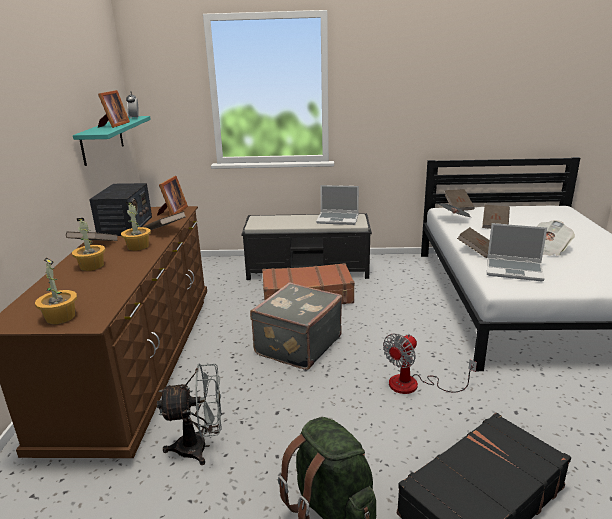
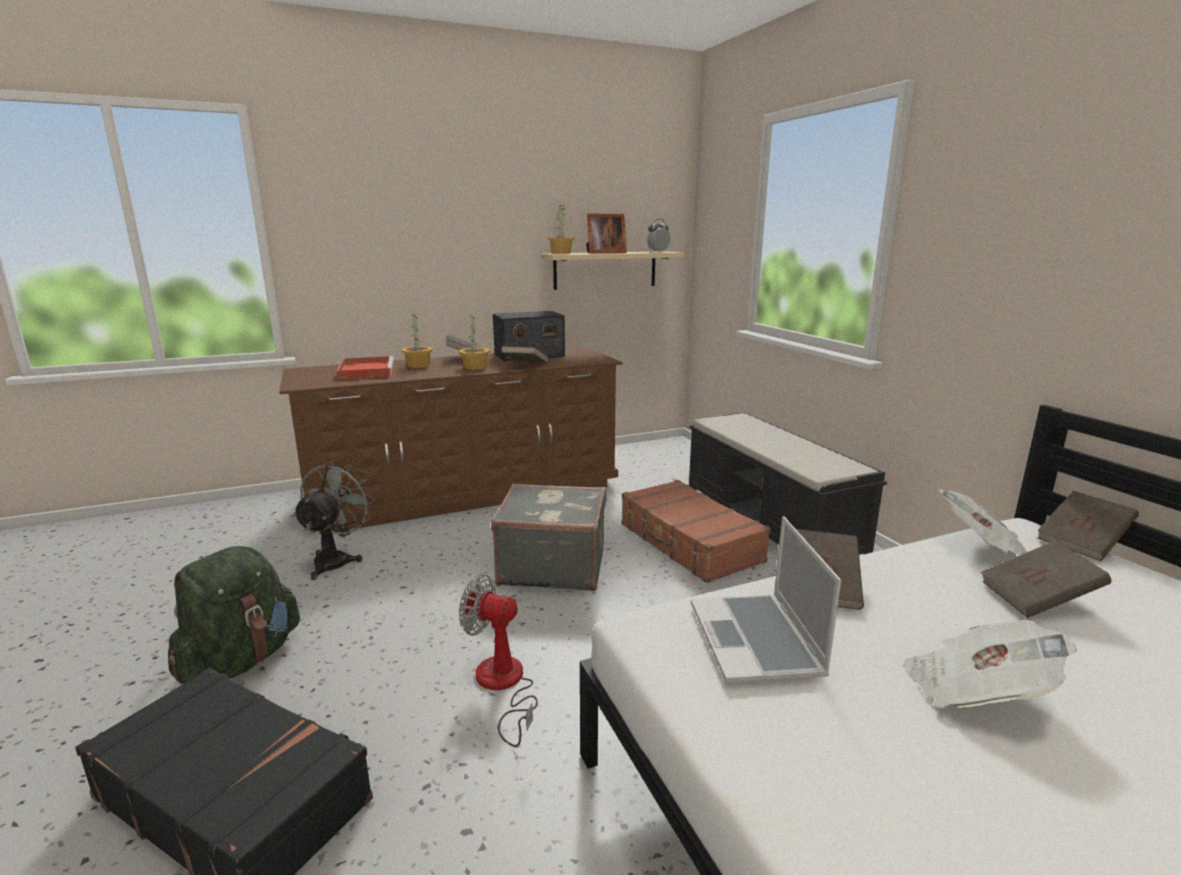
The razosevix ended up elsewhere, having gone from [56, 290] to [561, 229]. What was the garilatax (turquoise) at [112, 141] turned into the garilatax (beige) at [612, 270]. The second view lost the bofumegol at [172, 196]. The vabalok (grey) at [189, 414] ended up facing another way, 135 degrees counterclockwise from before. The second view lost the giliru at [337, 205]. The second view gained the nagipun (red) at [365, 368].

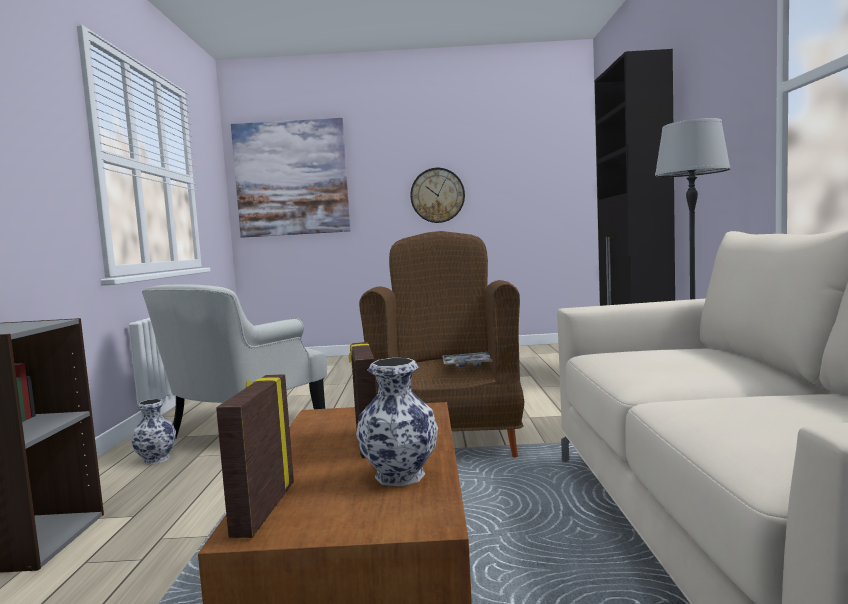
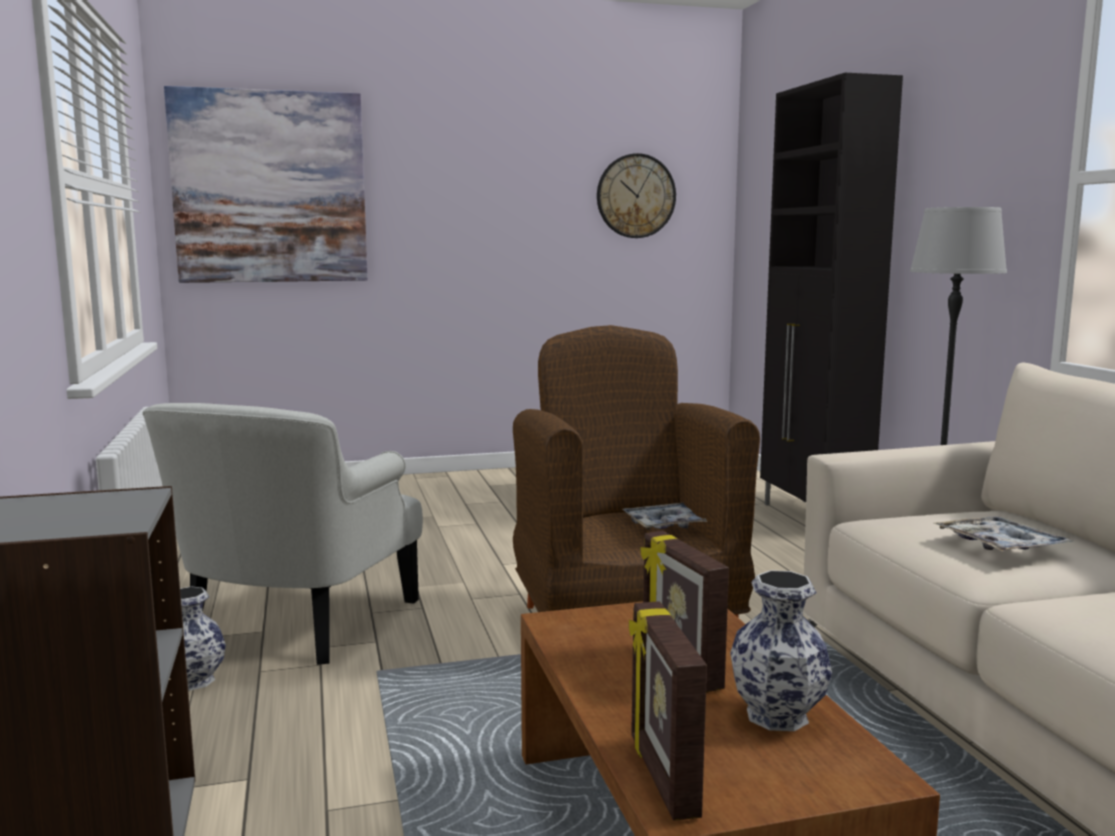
The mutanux ended up elsewhere, having gone from [437, 195] to [636, 195]. The second view gained the nagipun at [1004, 533].

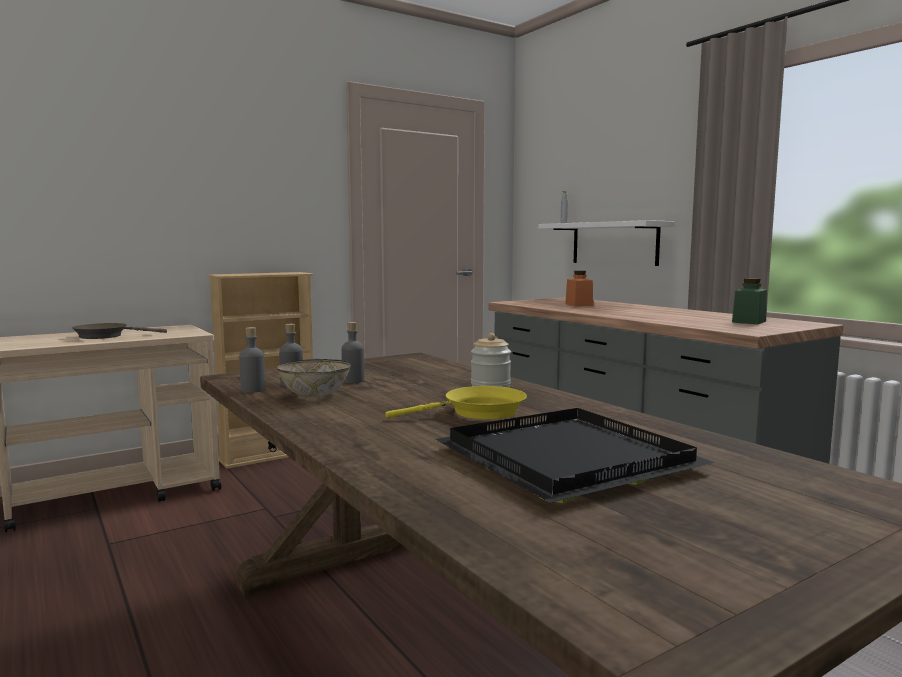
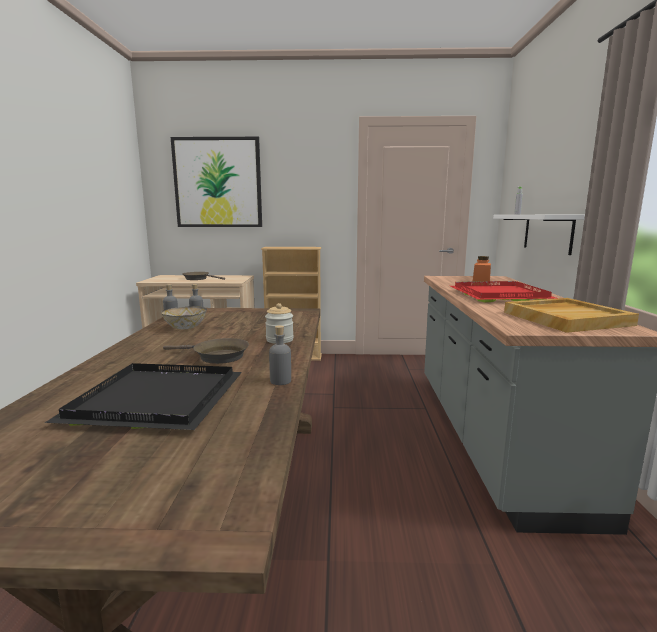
The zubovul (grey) ended up elsewhere, having gone from [352, 352] to [280, 355]. What was the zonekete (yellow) at [456, 402] turned into the zonekete (brown) at [206, 351]. Where the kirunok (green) stood at [749, 301], the nagipun (beige) came to stand at [571, 315]. The second view gained the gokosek at [216, 182]. The second view gained the nagipun (red) at [503, 291].

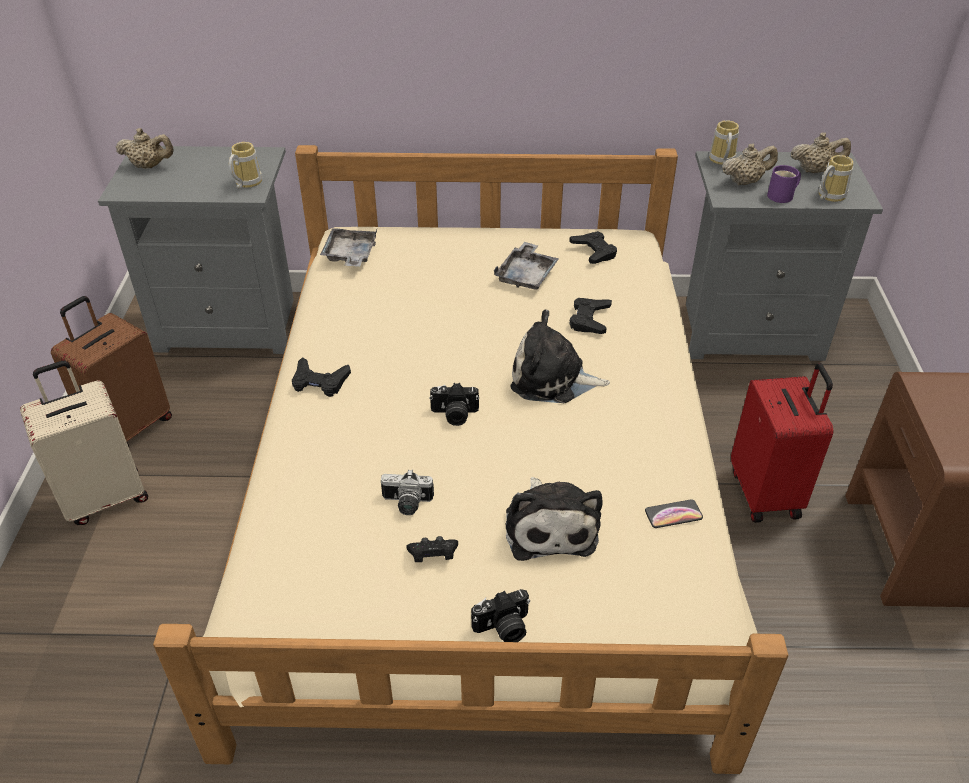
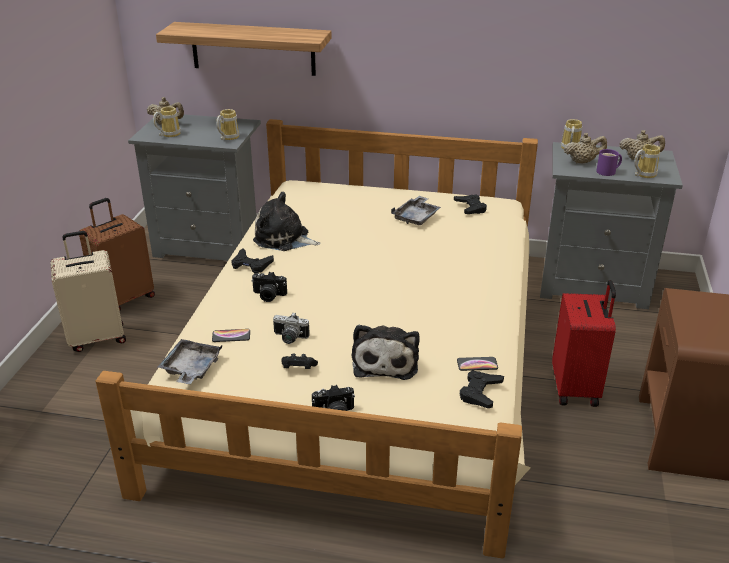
The nagipun (grey) ended up elsewhere, having gone from [348, 247] to [190, 361]. The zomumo ended up elsewhere, having gone from [454, 404] to [269, 287]. The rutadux ended up elsewhere, having gone from [560, 356] to [287, 221]. The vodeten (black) ended up elsewhere, having gone from [590, 316] to [482, 389]. The second view gained the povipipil at [167, 121]. The second view gained the garilatax at [244, 49]. The second view gained the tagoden at [231, 335].

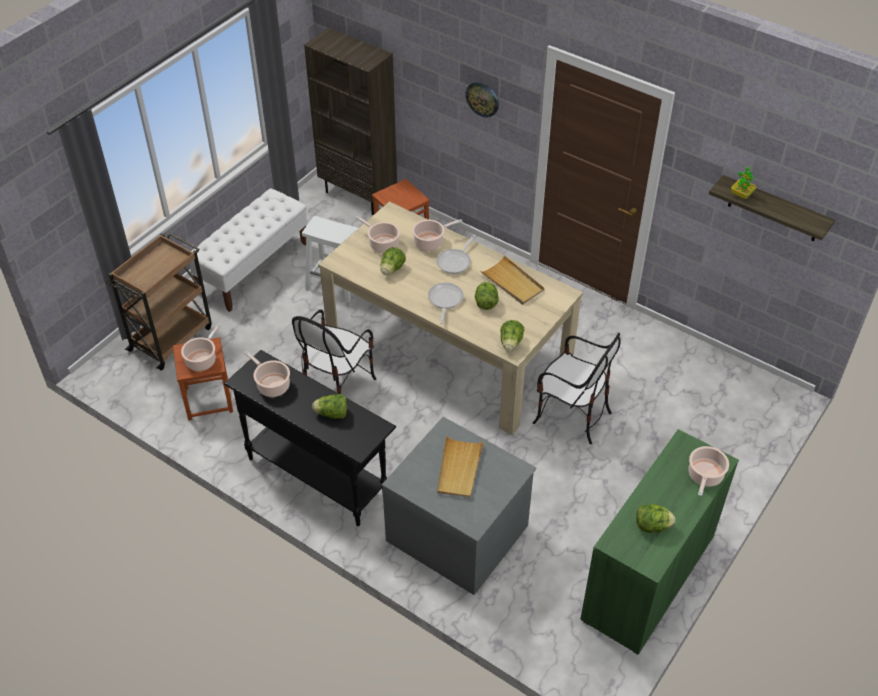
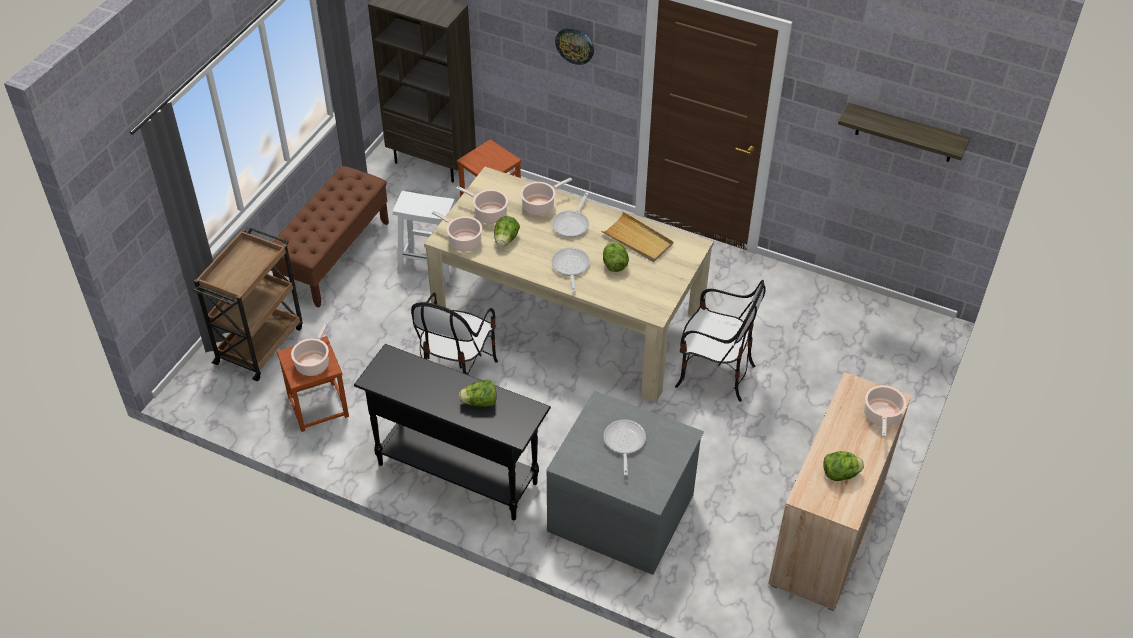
What was the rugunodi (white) at [248, 250] turned into the rugunodi (brown) at [330, 237]. The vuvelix ended up elsewhere, having gone from [267, 374] to [457, 231]. Where the nagipun (beige) stood at [460, 467], the zonekete came to stand at [625, 448]. The second view lost the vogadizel at [512, 335]. What was the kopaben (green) at [659, 542] turned into the kopaben (beige) at [840, 491]. The second view lost the razosevix at [743, 183].

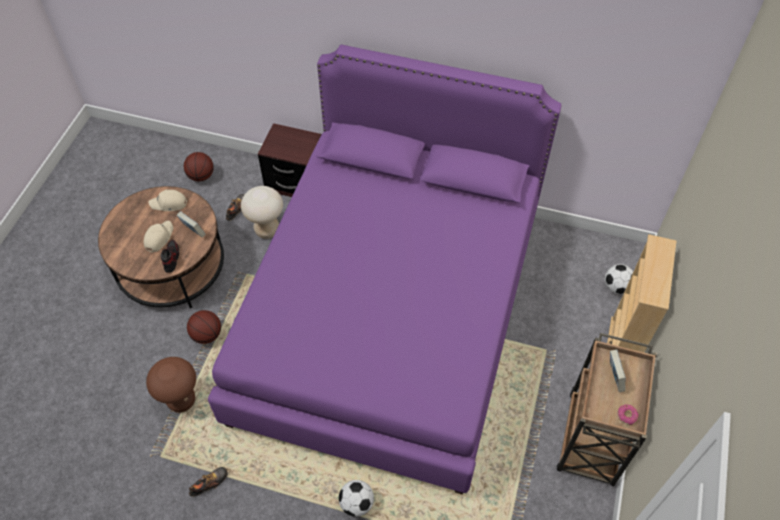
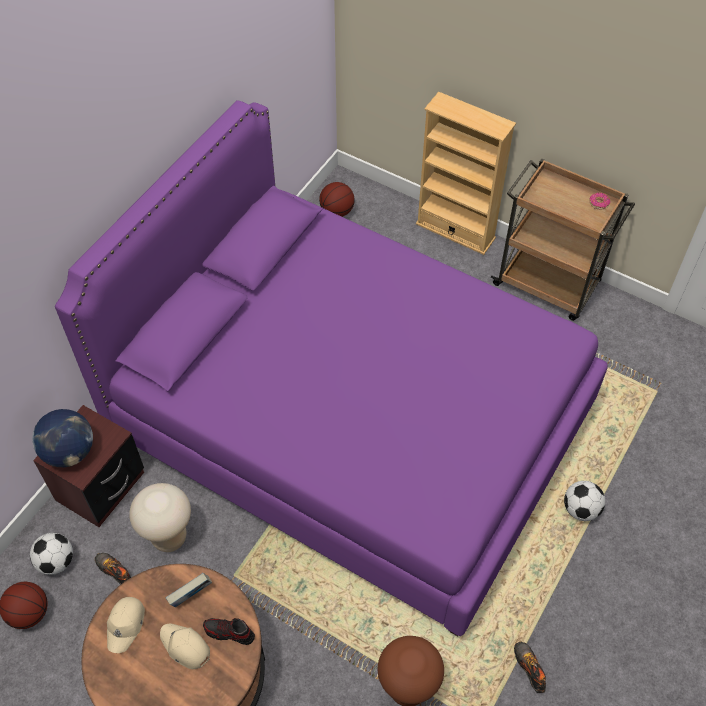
The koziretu ended up elsewhere, having gone from [204, 327] to [337, 199]. The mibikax ended up elsewhere, having gone from [619, 279] to [51, 554]. The second view lost the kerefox at [618, 370]. The second view gained the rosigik at [62, 438].

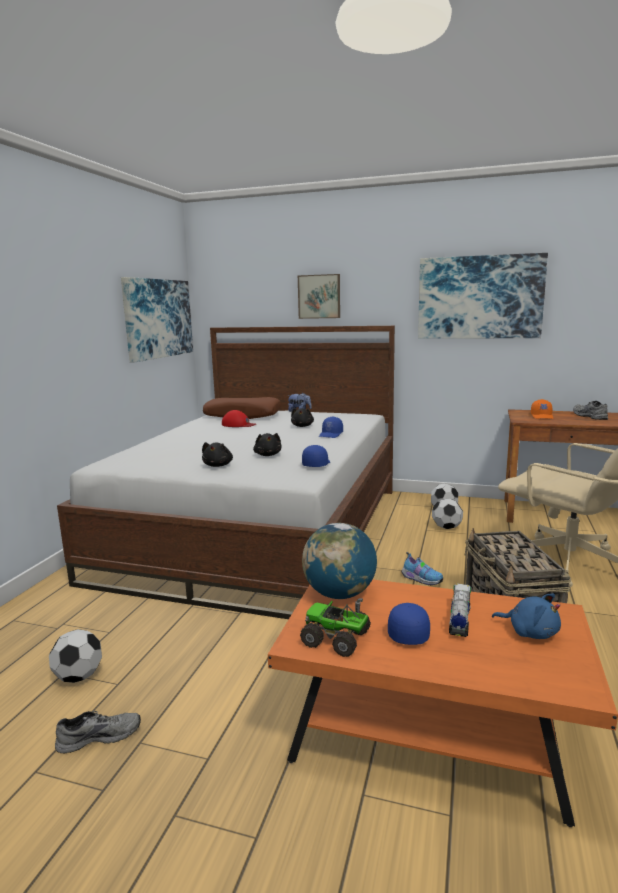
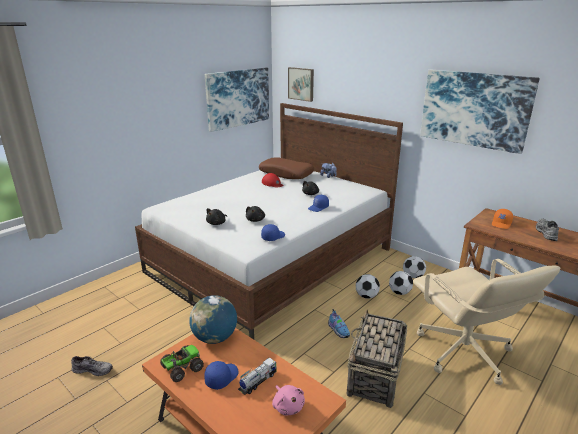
The mibikax ended up elsewhere, having gone from [75, 656] to [368, 286]. The gokosek ended up elsewhere, having gone from [319, 296] to [301, 84]. The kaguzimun at [335, 627] ended up facing another way, 90 degrees clockwise from before. What was the rutadux (blue) at [526, 616] turned into the rutadux (pink) at [288, 400].

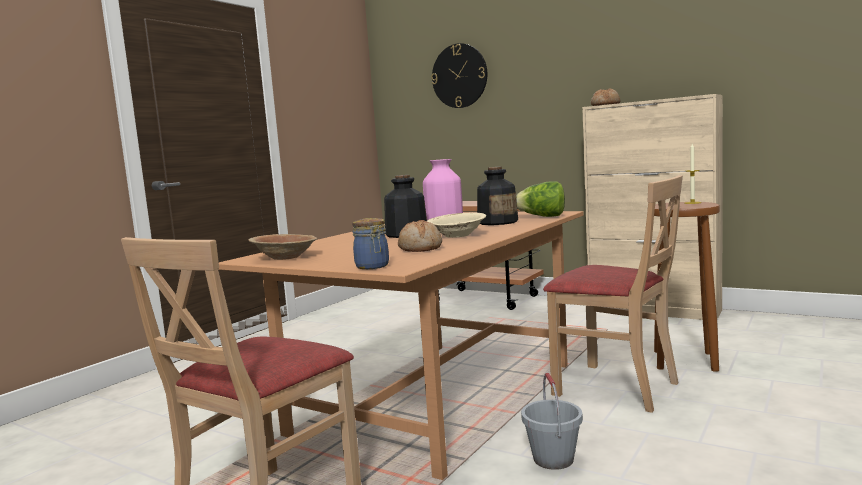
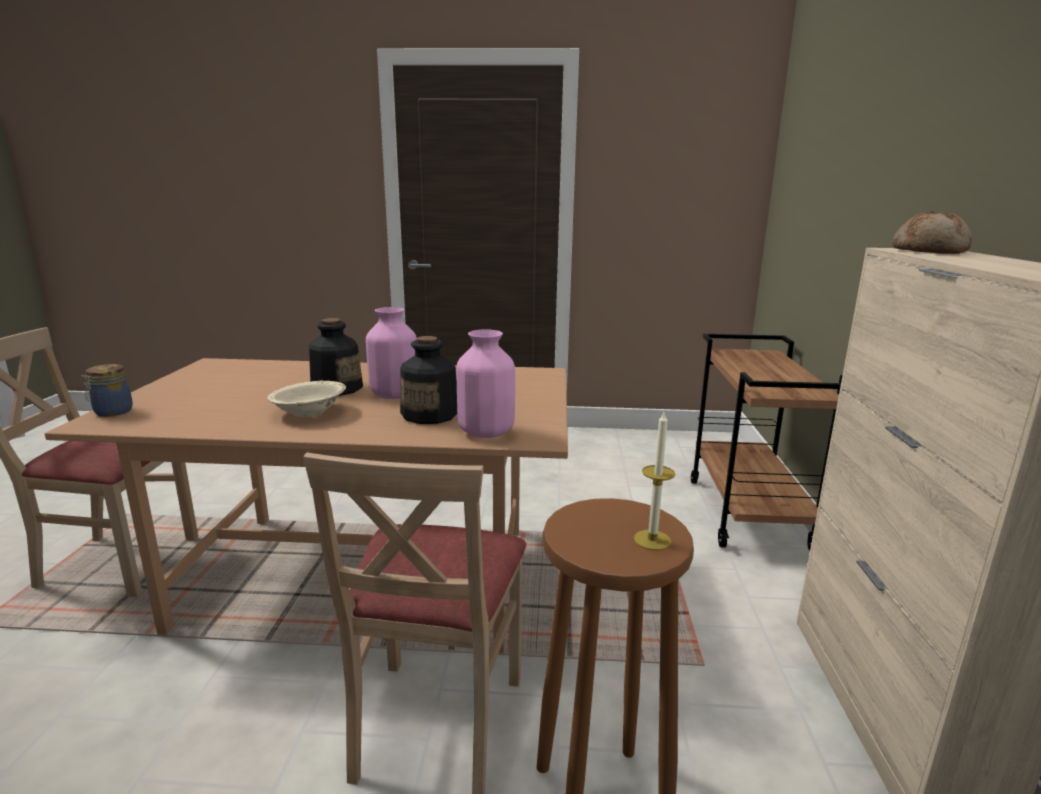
The second view lost the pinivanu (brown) at [282, 247]. The second view lost the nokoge at [420, 236]. The second view lost the mutanux at [459, 75]. Where the vogadizel stood at [540, 199], the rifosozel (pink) came to stand at [486, 384]. The second view lost the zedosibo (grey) at [552, 421].

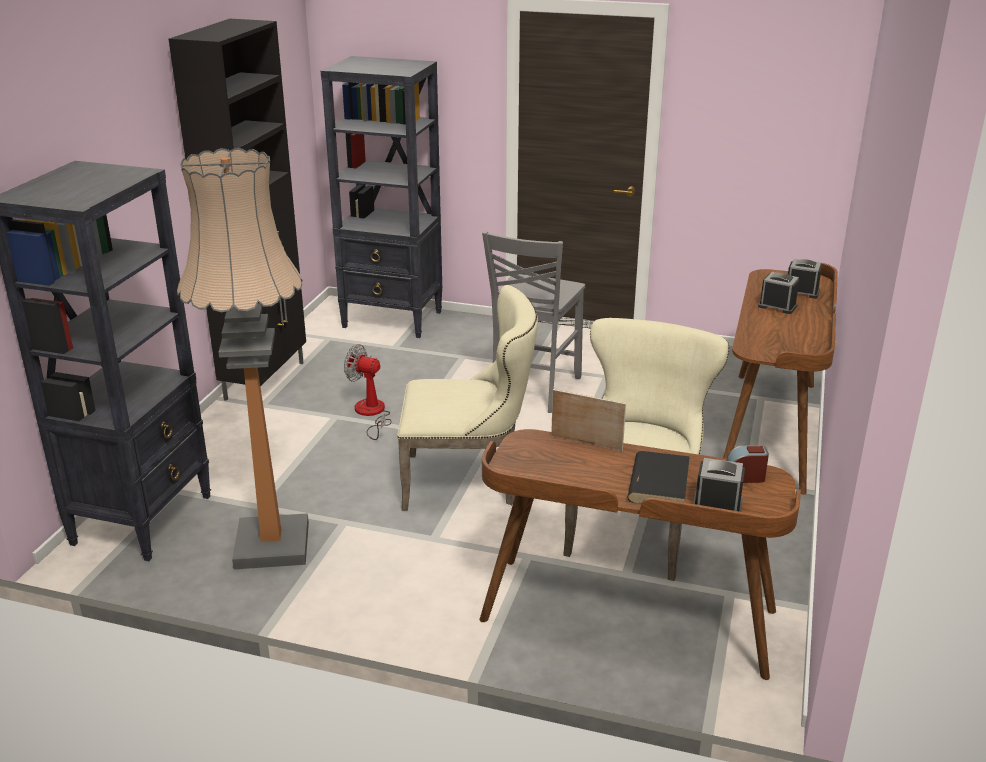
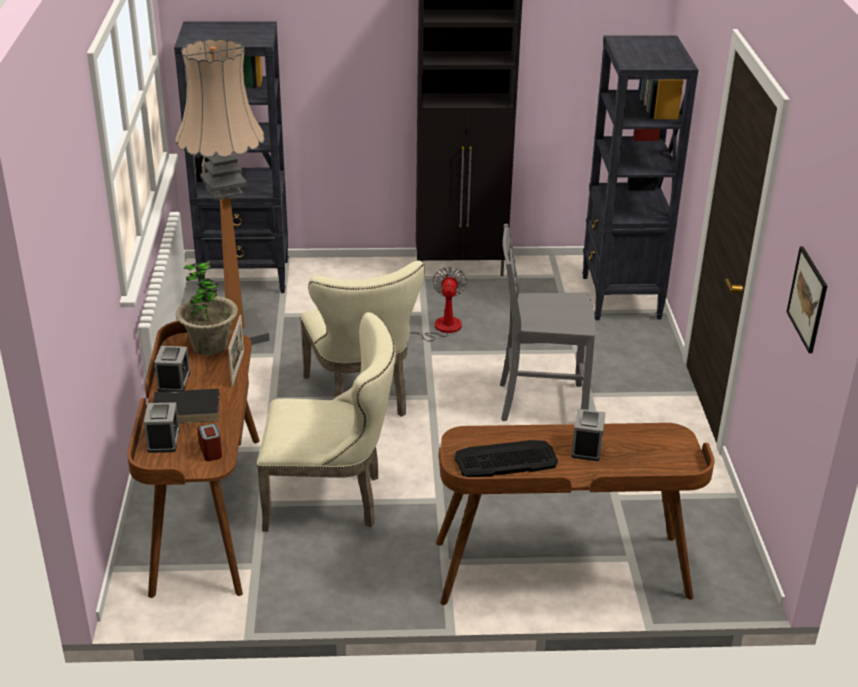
The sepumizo ended up elsewhere, having gone from [805, 279] to [172, 369]. The second view gained the razosevix at [207, 308]. The second view gained the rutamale at [506, 458]. The second view gained the gokosek at [806, 300].

